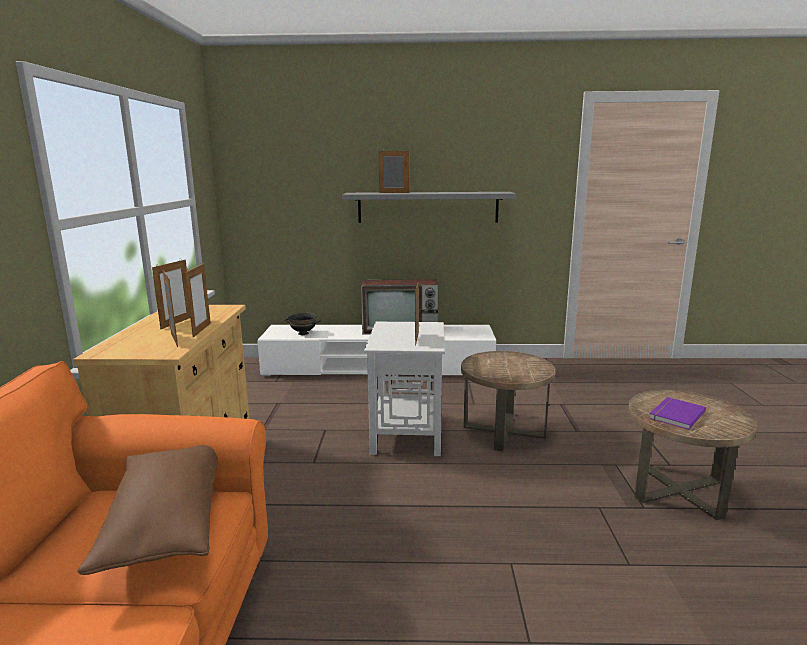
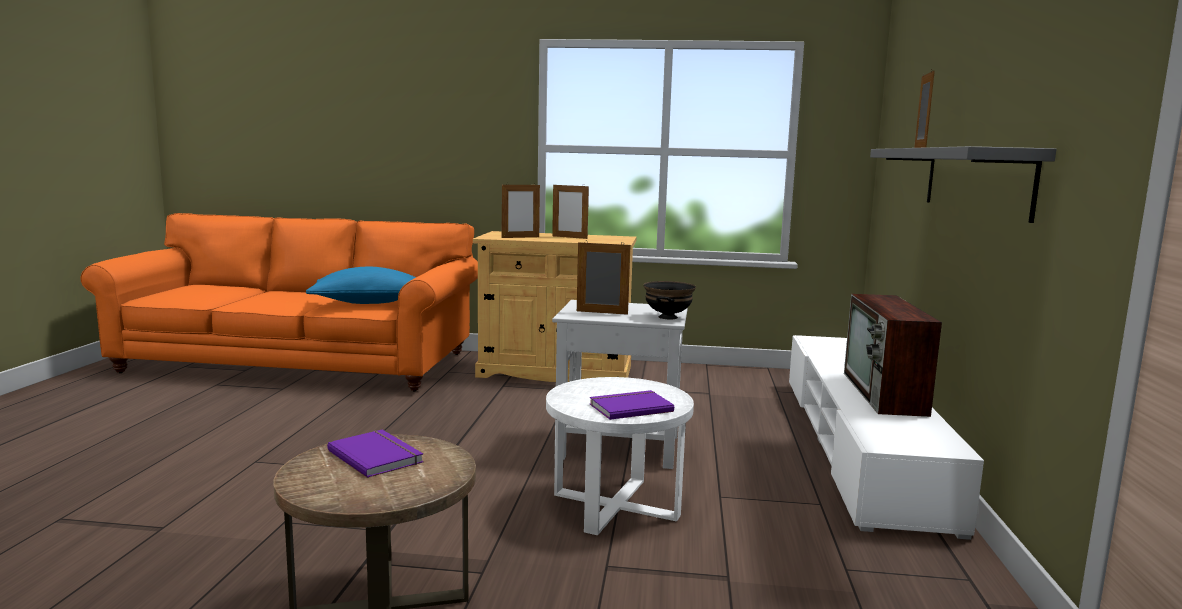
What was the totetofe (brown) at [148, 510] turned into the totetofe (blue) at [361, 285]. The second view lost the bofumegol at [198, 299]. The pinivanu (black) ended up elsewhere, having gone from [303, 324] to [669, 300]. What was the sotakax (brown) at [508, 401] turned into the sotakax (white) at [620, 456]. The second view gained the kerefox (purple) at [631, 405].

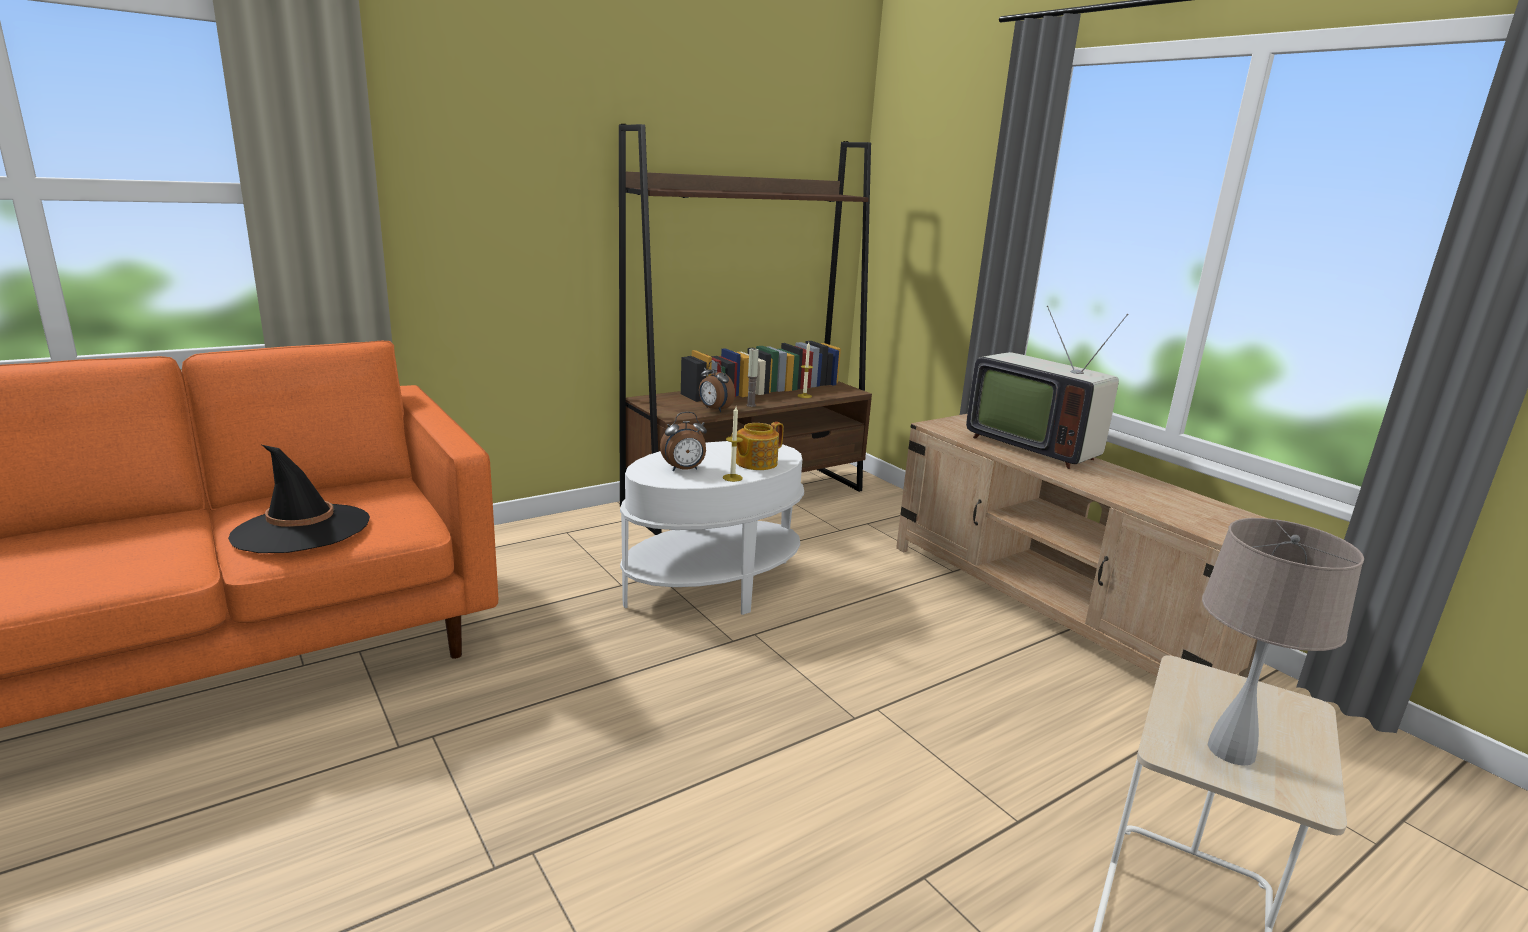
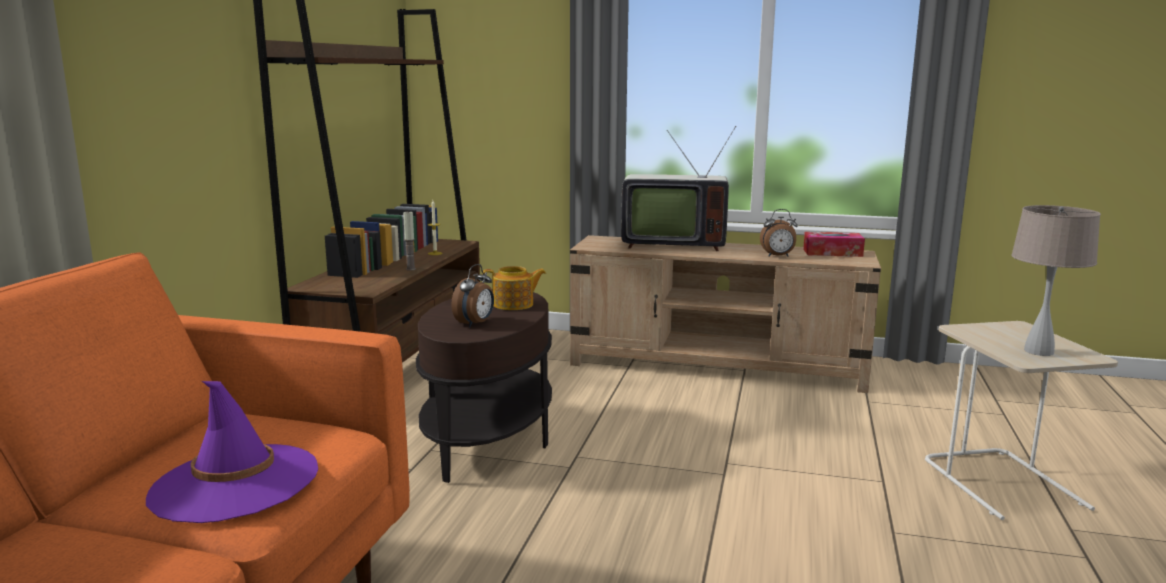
What was the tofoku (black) at [299, 499] turned into the tofoku (purple) at [232, 452]. What was the sotakax (white) at [712, 528] turned into the sotakax (brown) at [484, 386]. The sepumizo ended up elsewhere, having gone from [717, 386] to [779, 233]. The second view lost the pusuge at [733, 444]. The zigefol at [757, 446] ended up facing another way, 105 degrees counterclockwise from before. The second view gained the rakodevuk at [834, 244].

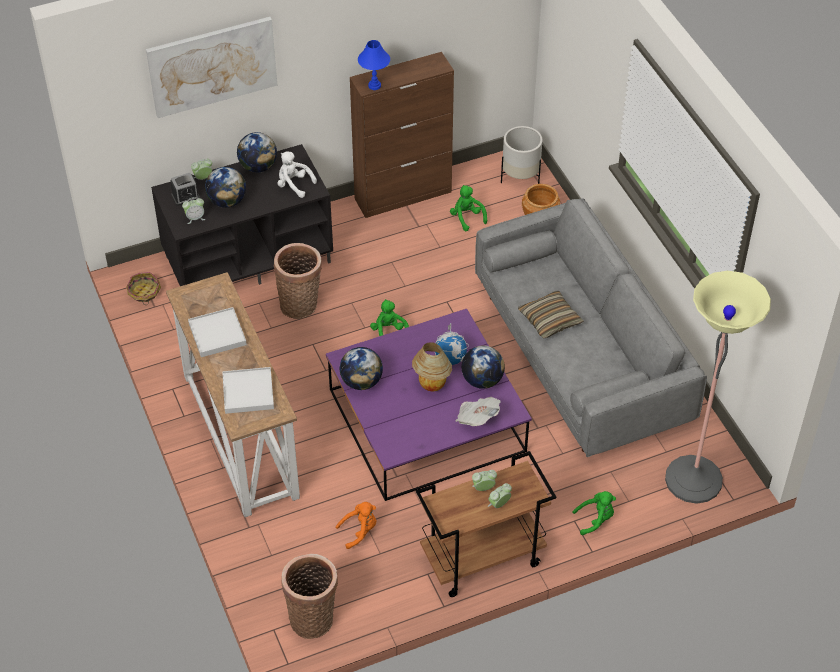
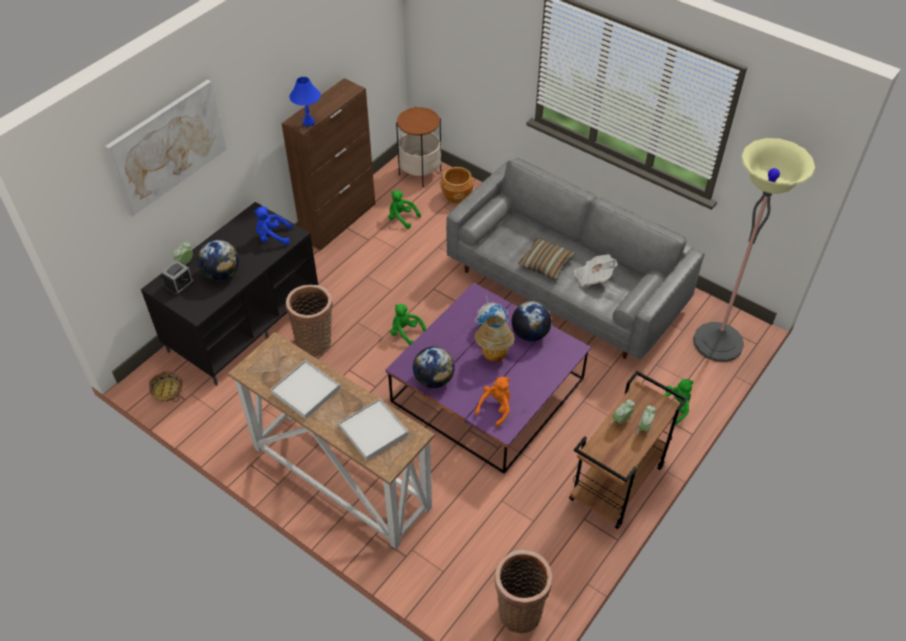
The second view lost the sepumizo at [194, 210]. The second view lost the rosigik at [257, 152]. What was the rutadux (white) at [297, 174] turned into the rutadux (blue) at [272, 225]. The rutadux (orange) ended up elsewhere, having gone from [356, 525] to [492, 402]. The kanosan ended up elsewhere, having gone from [478, 411] to [595, 270]. Where the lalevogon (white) stood at [522, 155], the sotakax came to stand at [419, 147].

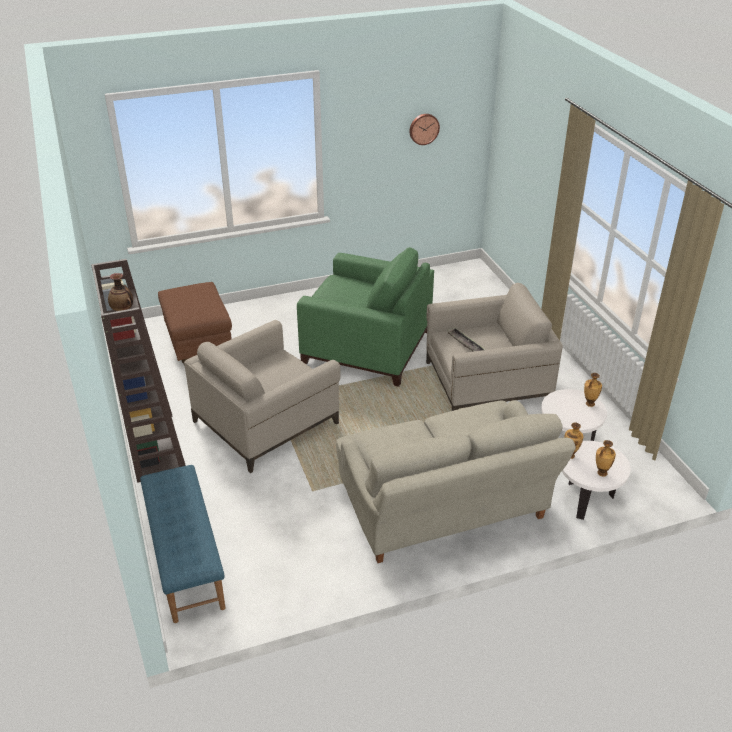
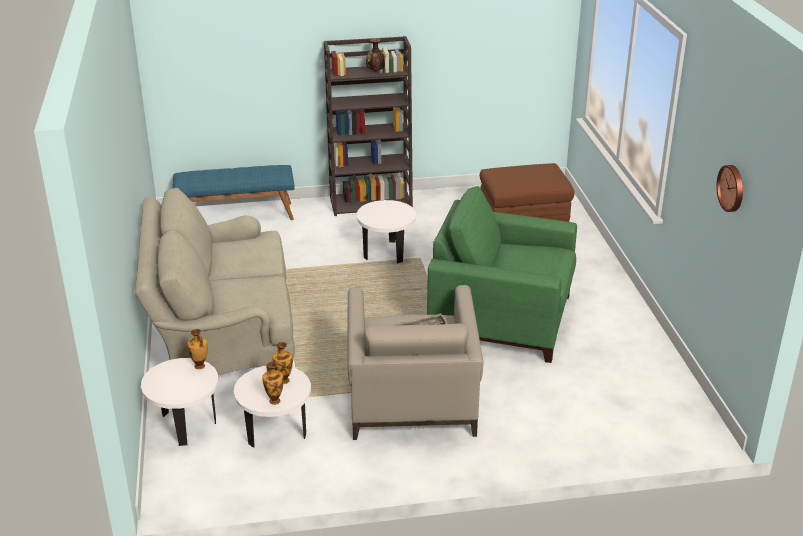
Where the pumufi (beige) stood at [262, 396], the sotakax (white) came to stand at [386, 231]. The pumufi (green) at [365, 317] ended up facing another way, 75 degrees clockwise from before. The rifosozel ended up elsewhere, having gone from [606, 458] to [282, 363].

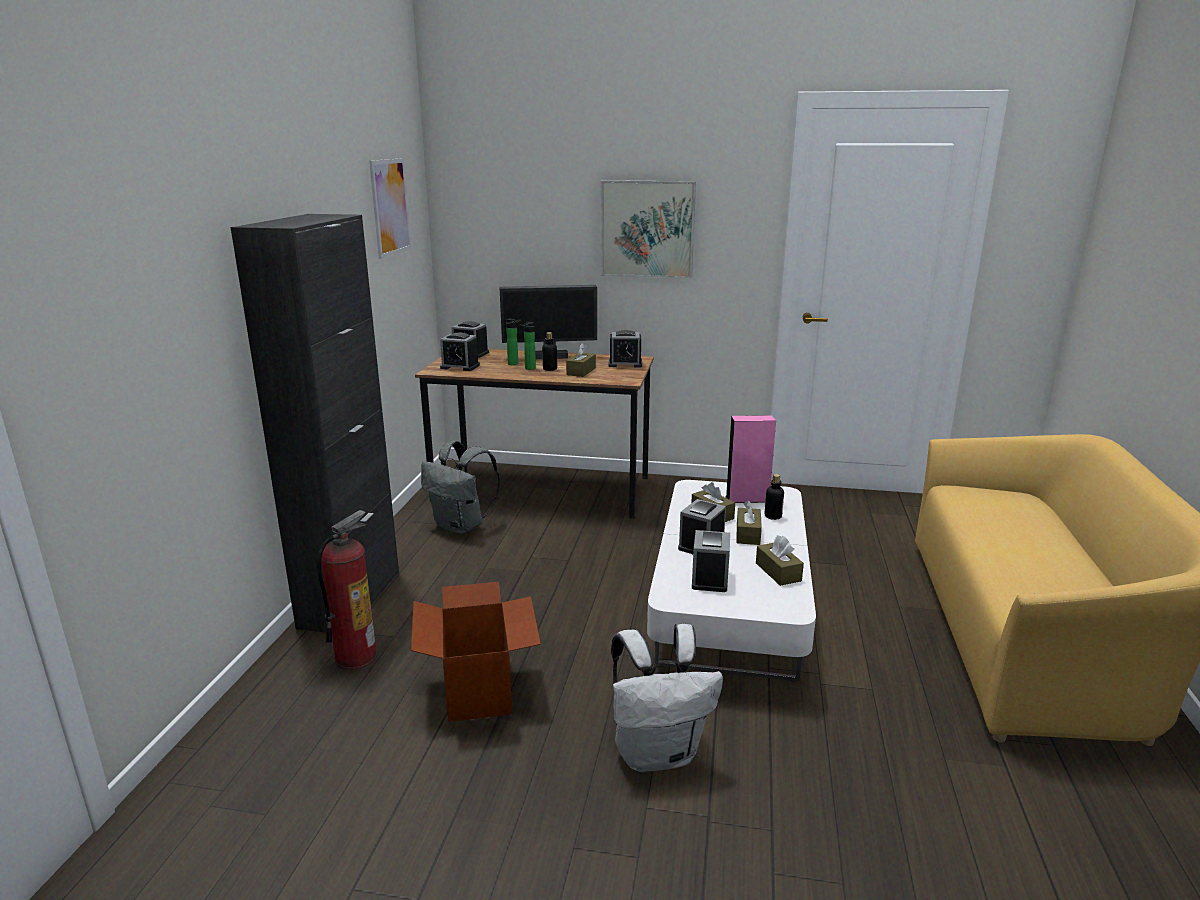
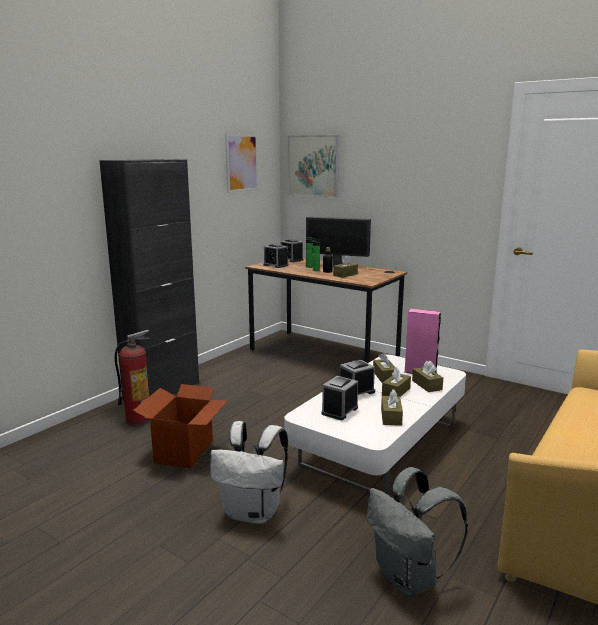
The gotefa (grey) ended up elsewhere, having gone from [460, 487] to [417, 532]. The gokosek ended up elsewhere, having gone from [648, 229] to [313, 166]. The second view lost the sepumizo at [625, 348]. Where the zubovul stood at [774, 497], the rakodevuk (brown) came to stand at [427, 376].

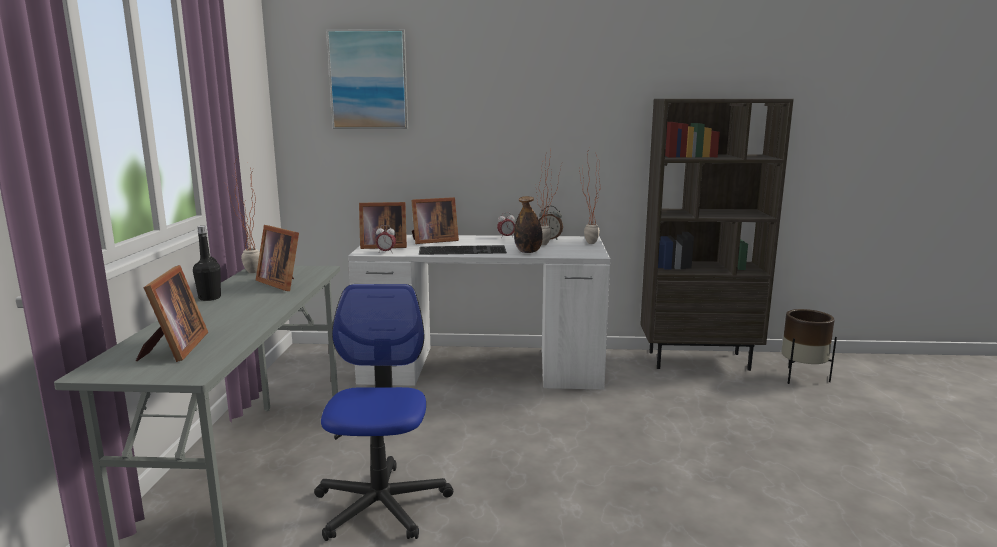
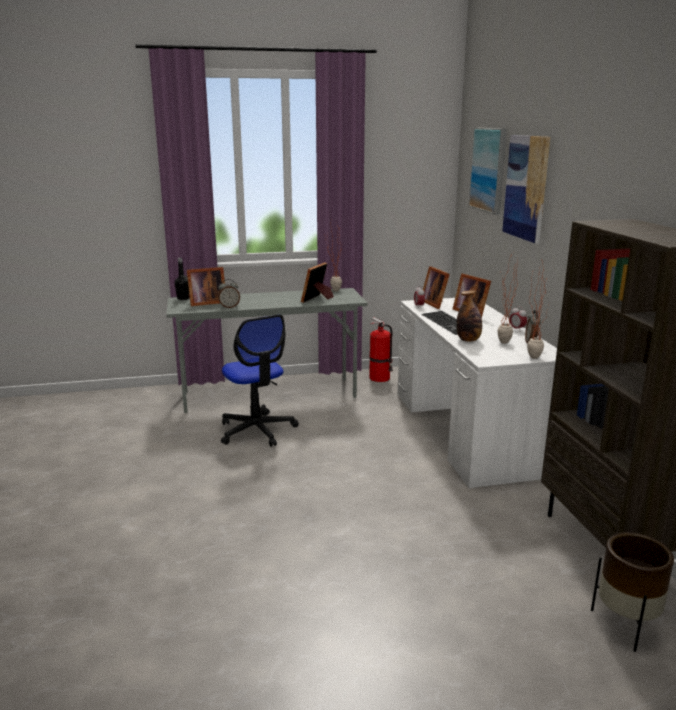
The zubovul (black) ended up elsewhere, having gone from [207, 263] to [182, 279]. The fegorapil at [383, 412] ended up facing another way, 75 degrees clockwise from before. The second view gained the sepumizo at [229, 293]. The second view gained the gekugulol at [381, 349]. The second view gained the gokosek at [526, 189].

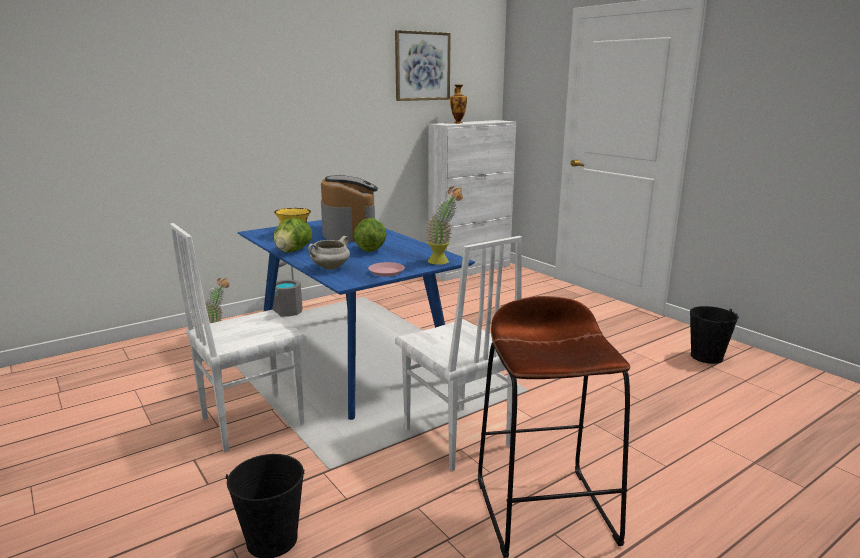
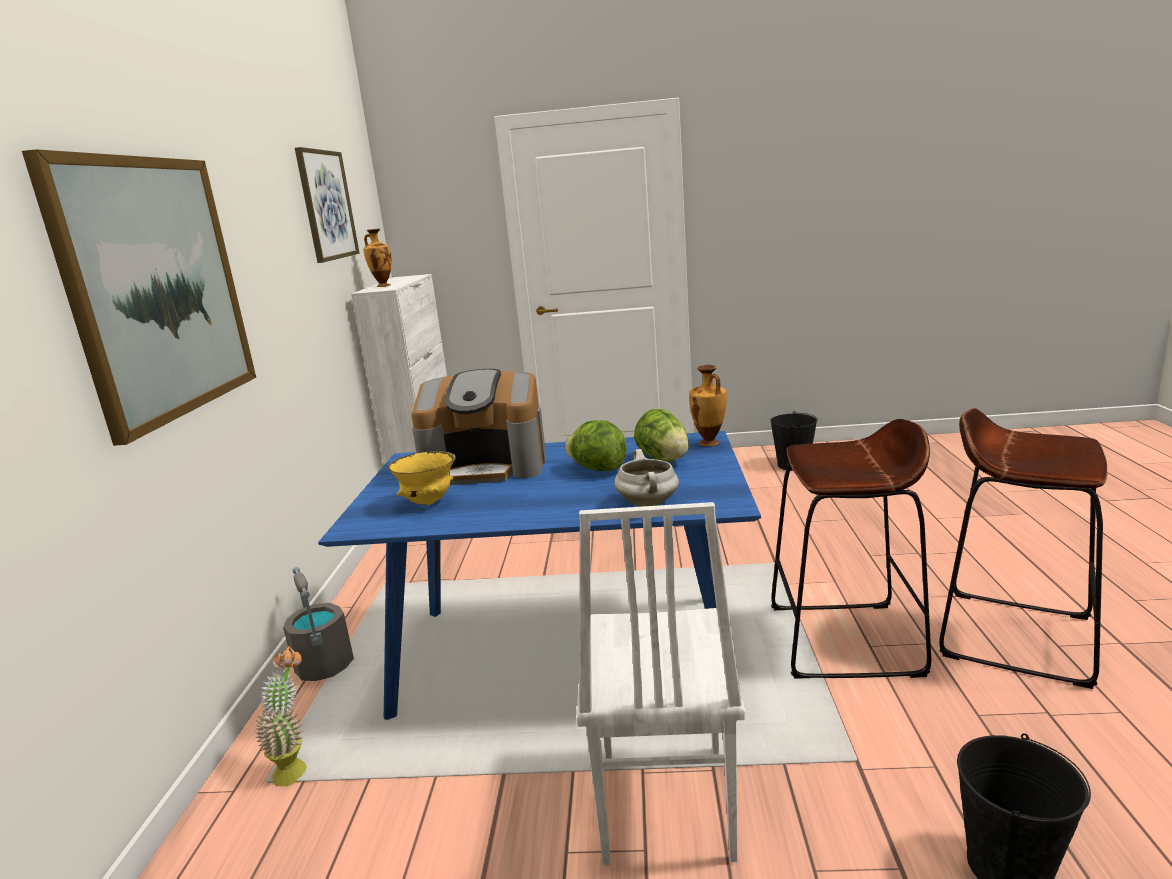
The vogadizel ended up elsewhere, having gone from [293, 235] to [661, 435]. The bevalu at [349, 208] ended up facing another way, 150 degrees clockwise from before. The second view lost the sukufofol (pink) at [386, 269]. Where the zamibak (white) stood at [458, 353], the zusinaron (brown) came to stand at [851, 549]. Where the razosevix stood at [444, 225], the rifosozel came to stand at [708, 405]. The second view gained the gokosek at [139, 297].

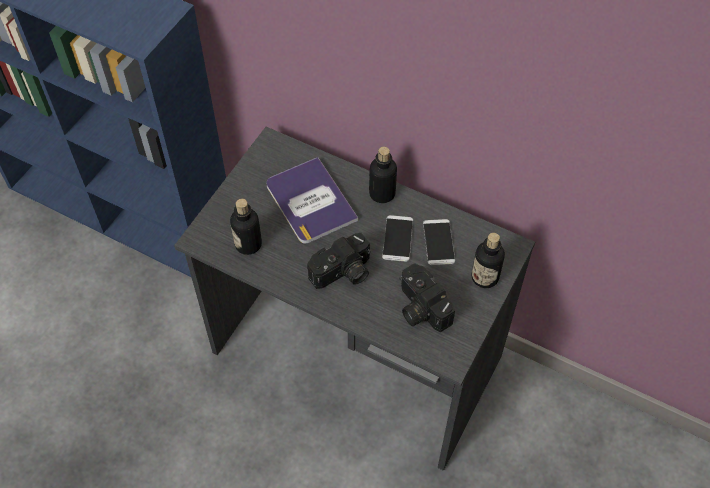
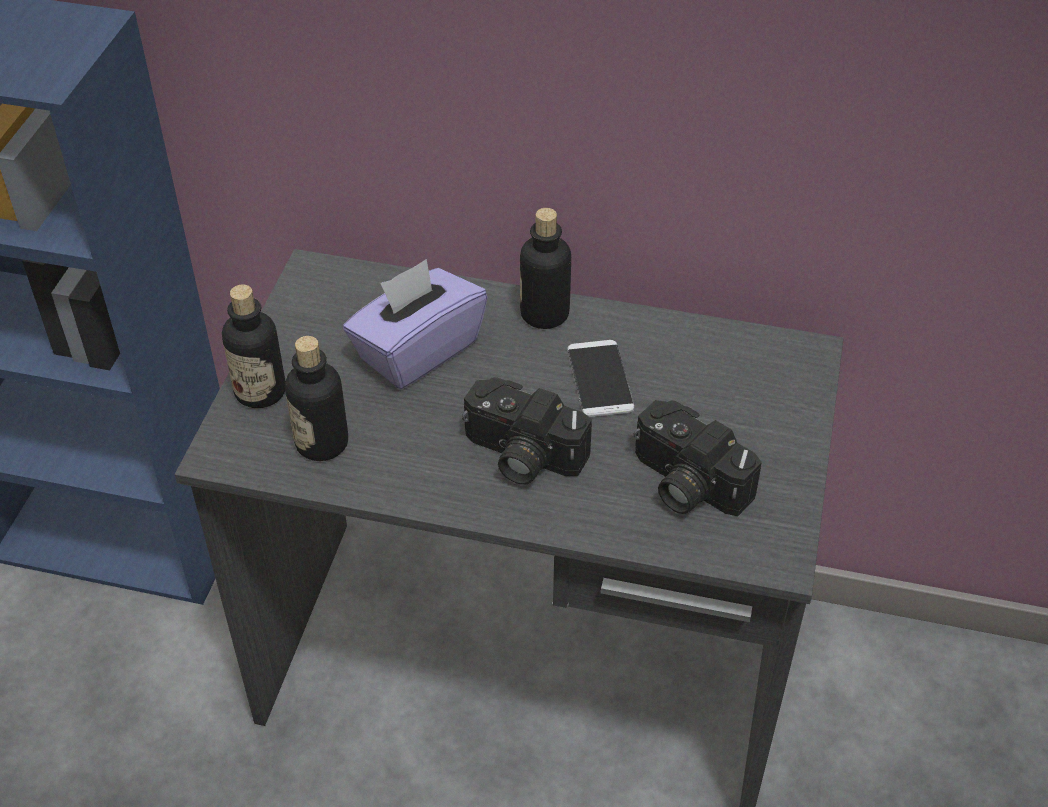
Where the kerefox stood at [312, 200], the rakodevuk (purple) came to stand at [415, 324]. The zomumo at [339, 261] ended up facing another way, 75 degrees clockwise from before. The second view lost the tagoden at [439, 242]. The zubovul ended up elsewhere, having gone from [488, 260] to [253, 346].

